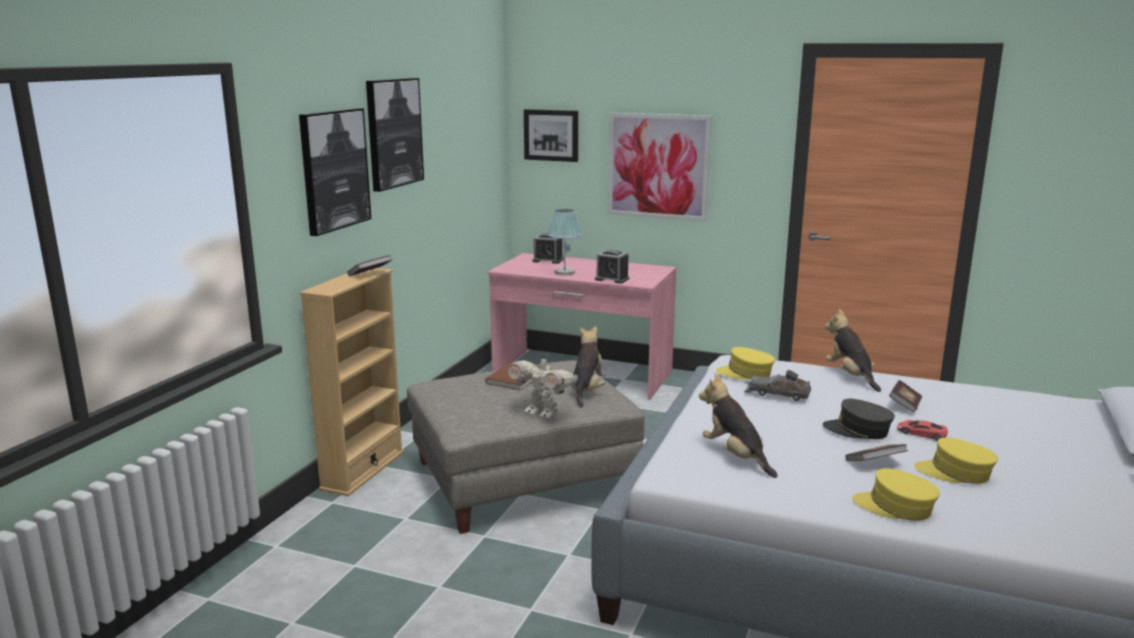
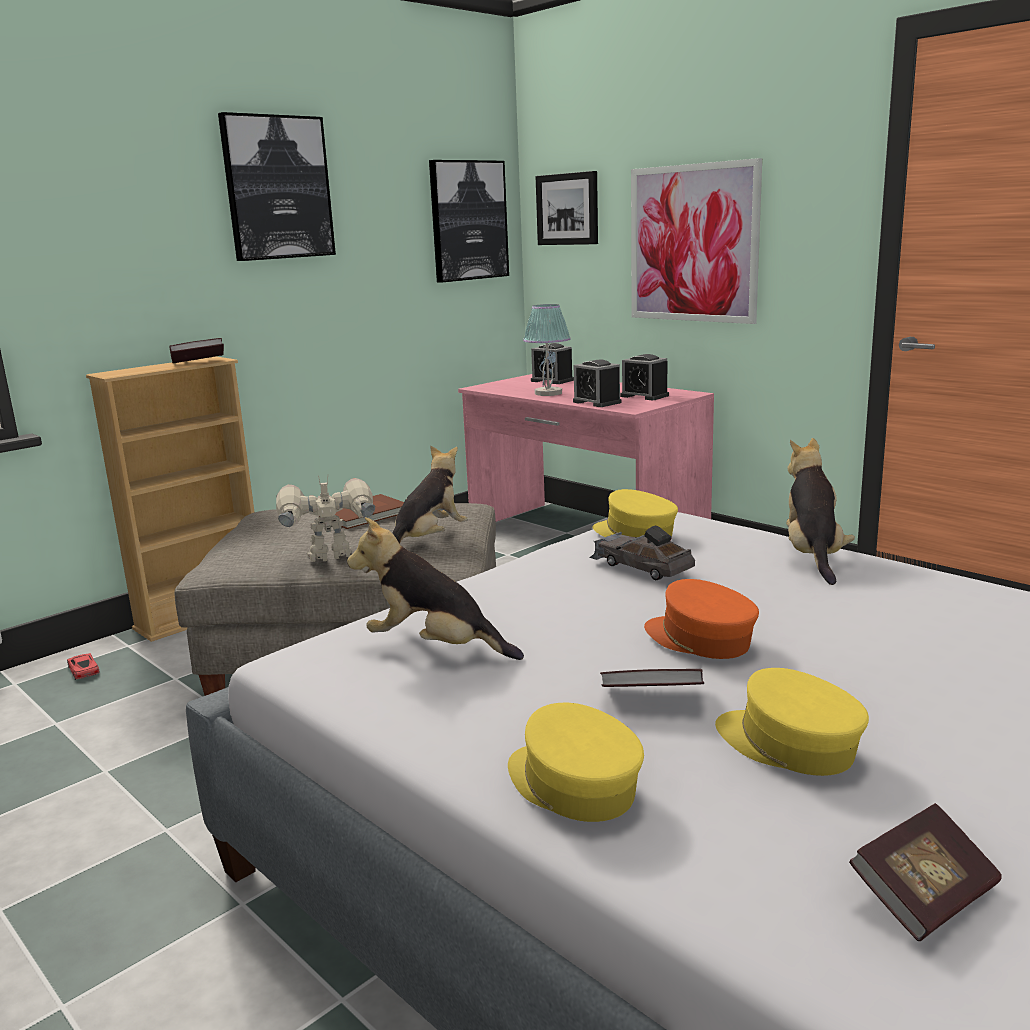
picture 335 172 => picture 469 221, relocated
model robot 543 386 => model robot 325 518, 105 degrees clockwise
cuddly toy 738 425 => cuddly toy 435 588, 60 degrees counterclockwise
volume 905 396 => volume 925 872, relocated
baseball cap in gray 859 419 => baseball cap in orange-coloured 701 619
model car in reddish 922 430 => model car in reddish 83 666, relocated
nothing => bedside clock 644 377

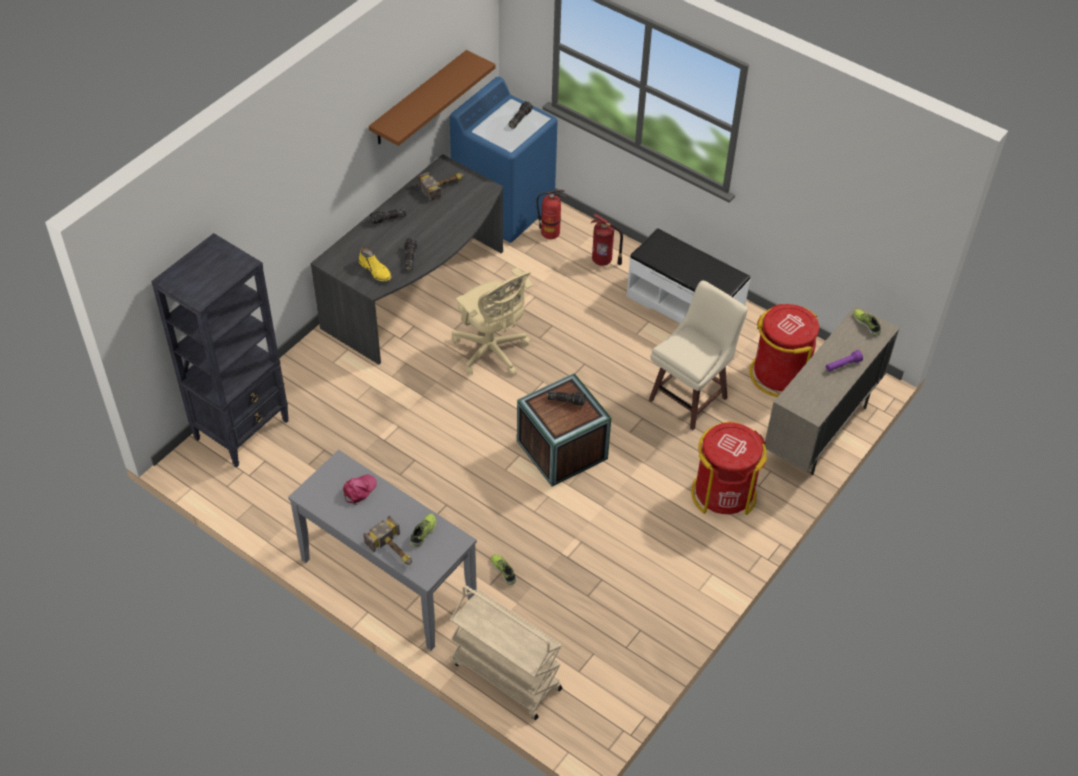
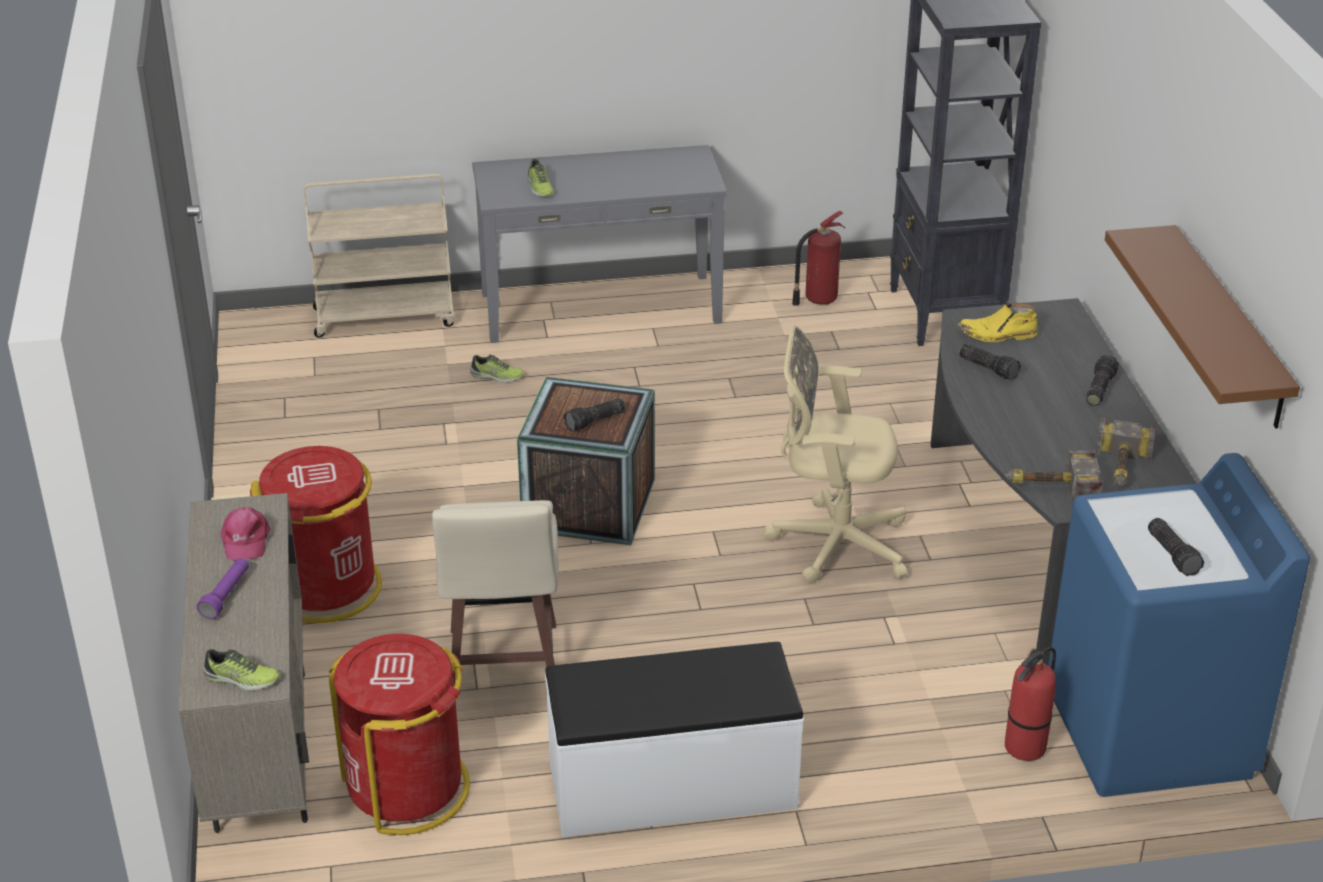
fire extinguisher 607 240 => fire extinguisher 818 258, relocated
baseball cap in pinkish 360 489 => baseball cap in pinkish 246 534, relocated
tool hammer 387 540 => tool hammer 1054 476, relocated

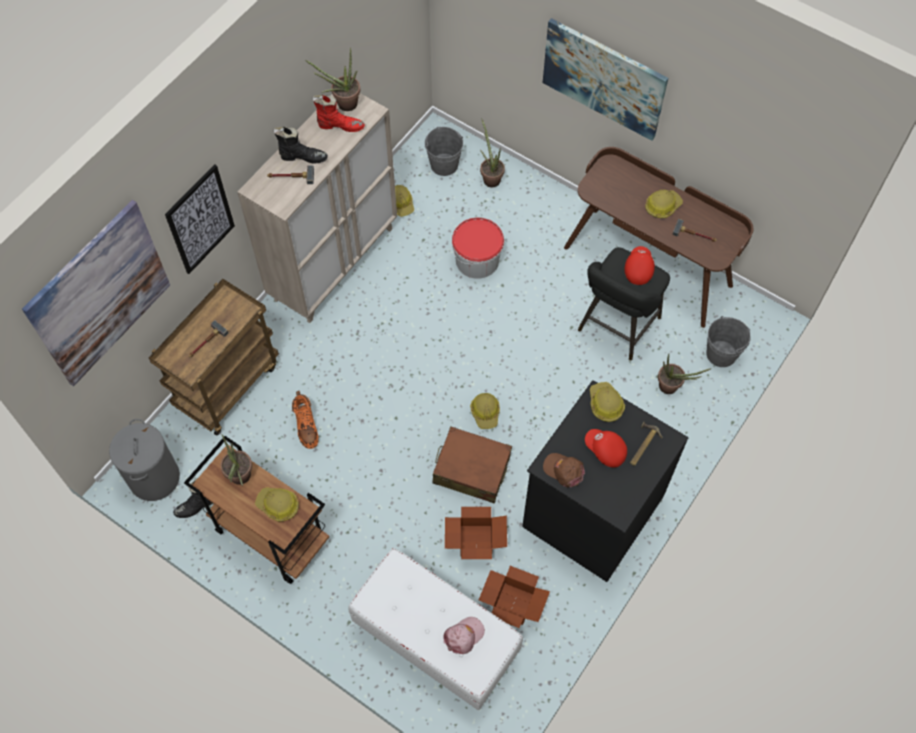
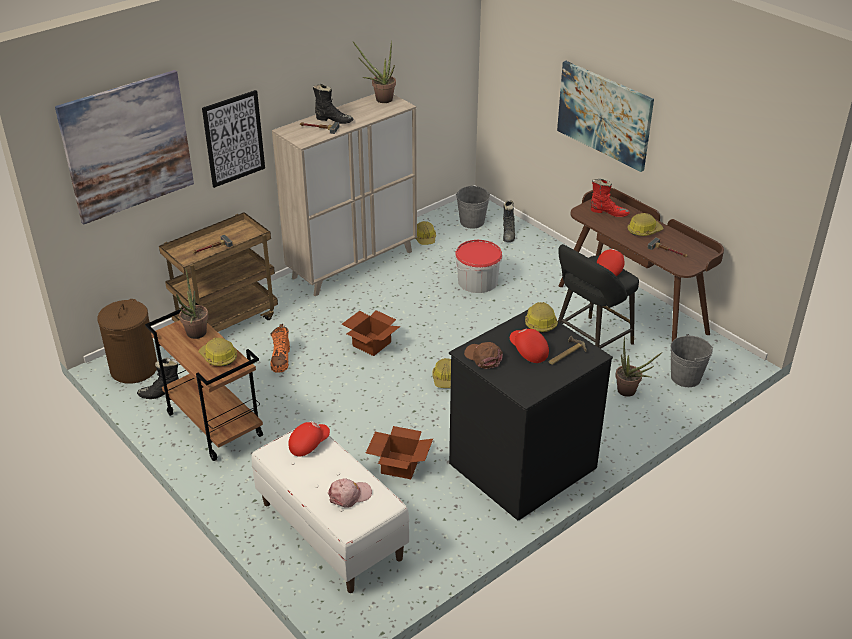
high-top boot in reddish 338 113 => high-top boot in reddish 610 197, relocated
potted plant 492 153 => high-top boot in black 509 221
hamper in gray 144 460 => hamper in brown-coloured 127 341
piece of luggage in brown-coloured 472 465 => nothing
cardboard box 514 597 => cardboard box 371 333, relocated
nothing => baseball cap in reddish 309 439

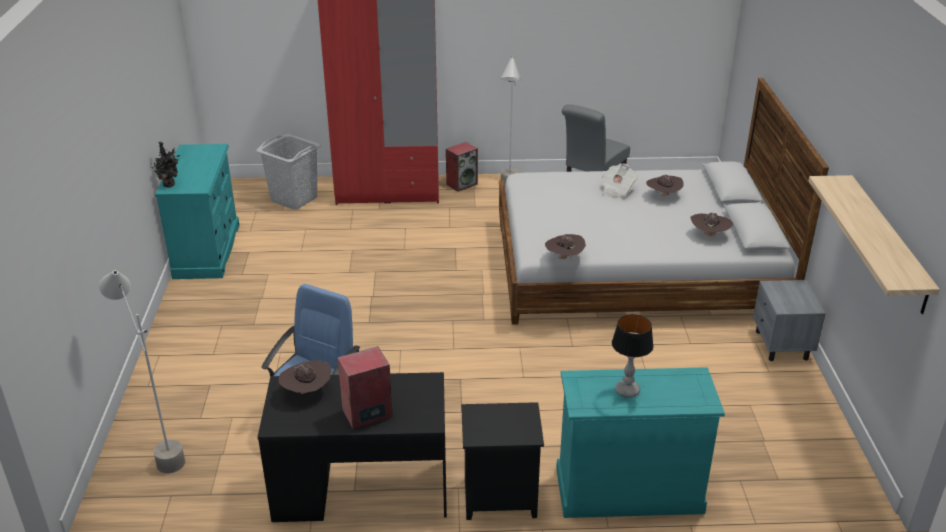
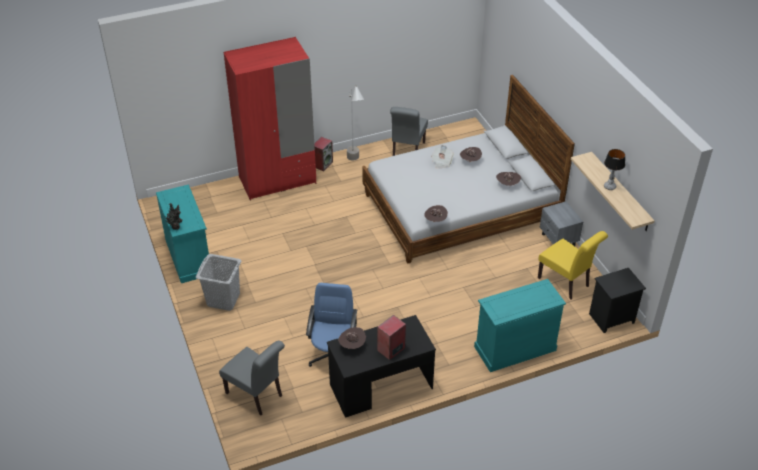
hamper in gray 288 172 => hamper in gray 218 282, relocated
standard lamp in gray 142 371 => chair in gray 252 377
lamp for a table 633 356 => lamp for a table 614 169, relocated
night table in black 502 461 => night table in black 617 300, relocated
nothing => chair in yellow 573 265

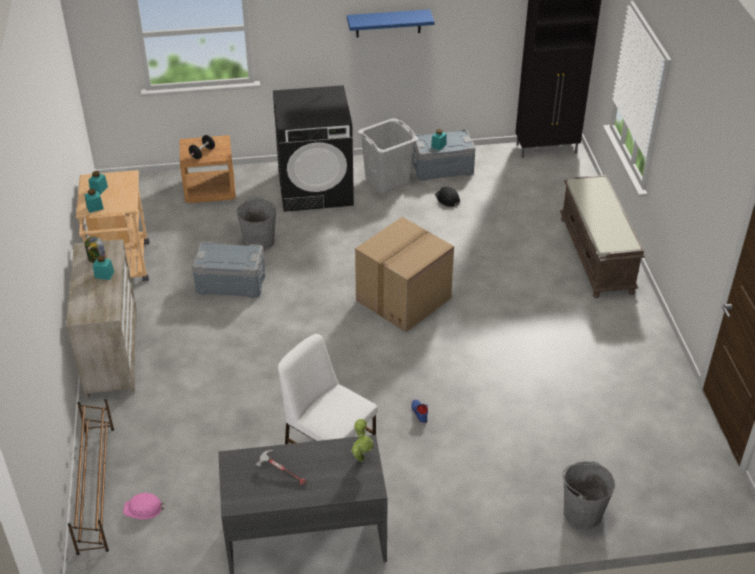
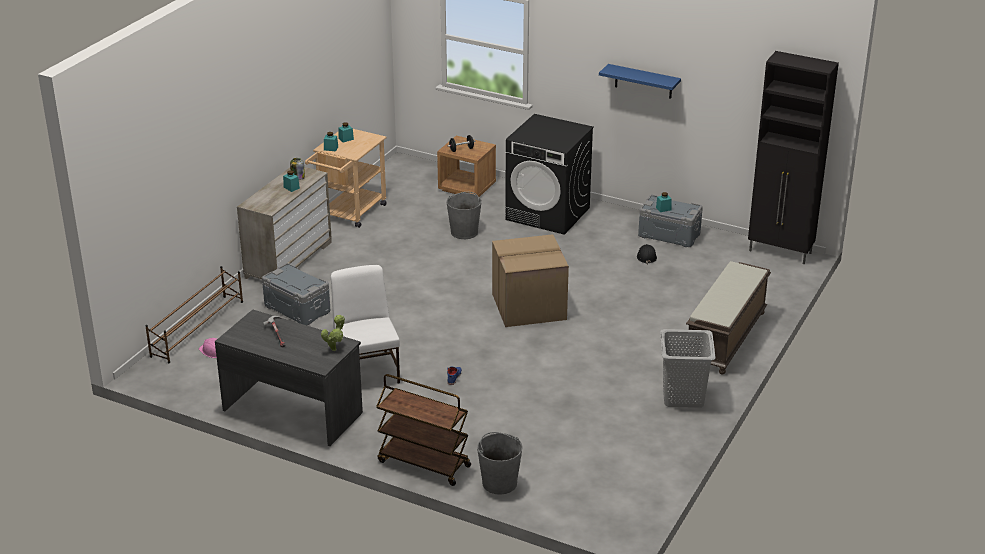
hamper in gray 387 156 => hamper in gray 688 368, relocated
storage container in gray 228 270 => storage container in gray 296 294, relocated
nothing => trolley in brown-coloured 423 430

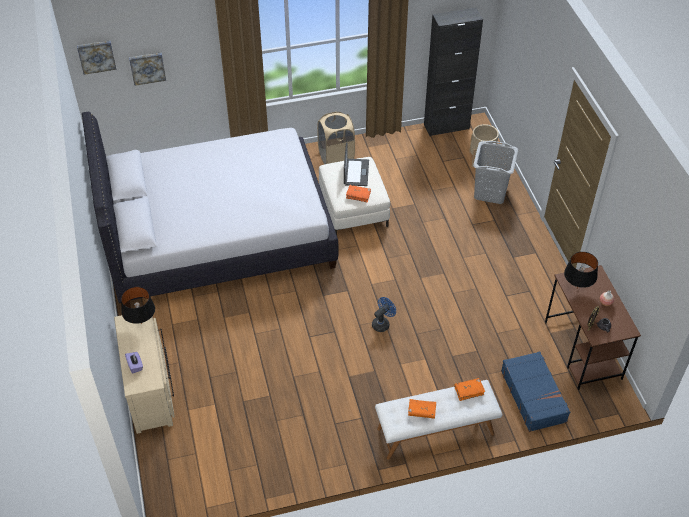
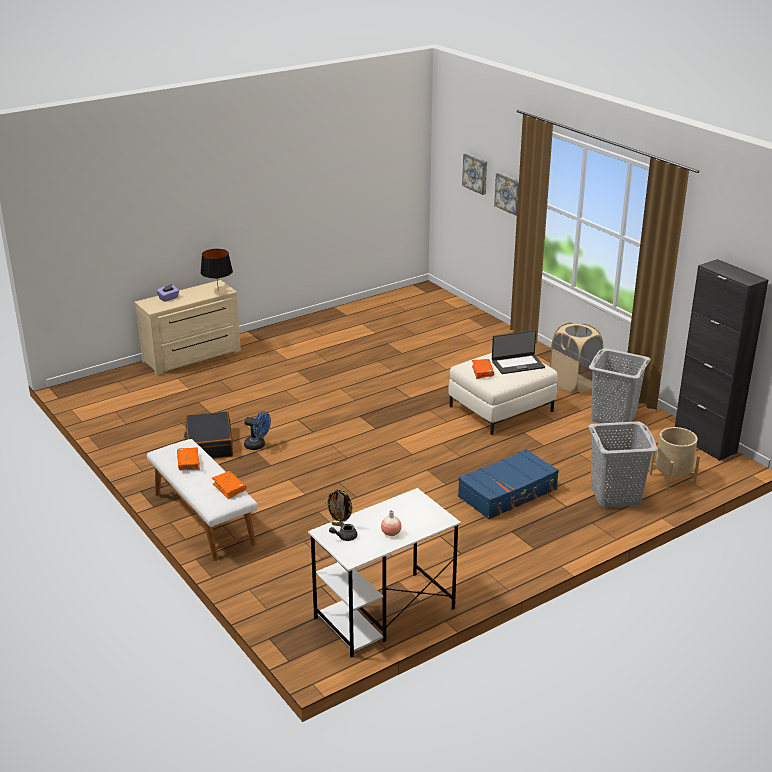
picture 97 58 => picture 506 194, relocated
bed in white 210 210 => nothing
lamp for a table in black 581 270 => nothing
desk unit in brown-coloured 593 327 => desk unit in white 384 572
cooling fan in bluish 384 314 => cooling fan in bluish 257 430, relocated
piece of luggage in bluish 535 391 => piece of luggage in bluish 508 484, relocated
nothing => hamper in gray 620 385
nothing => piece of luggage in black 208 435

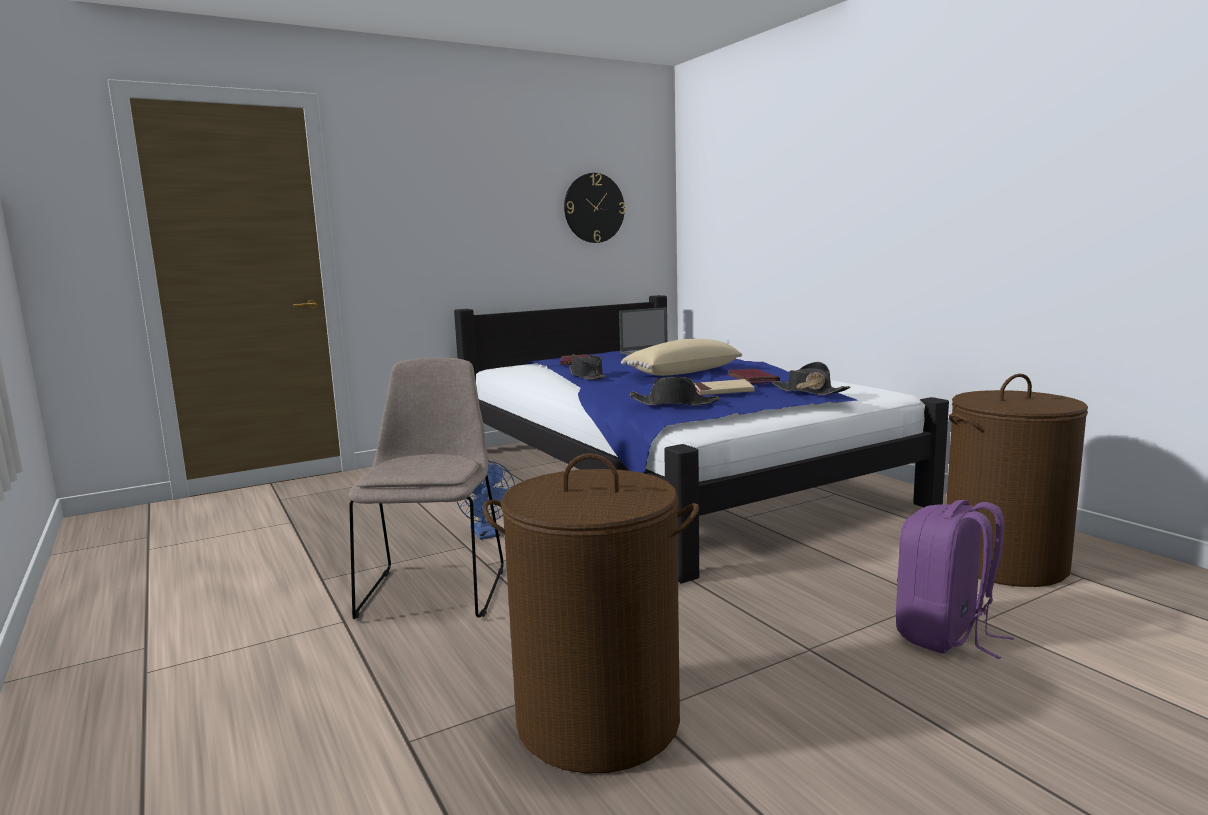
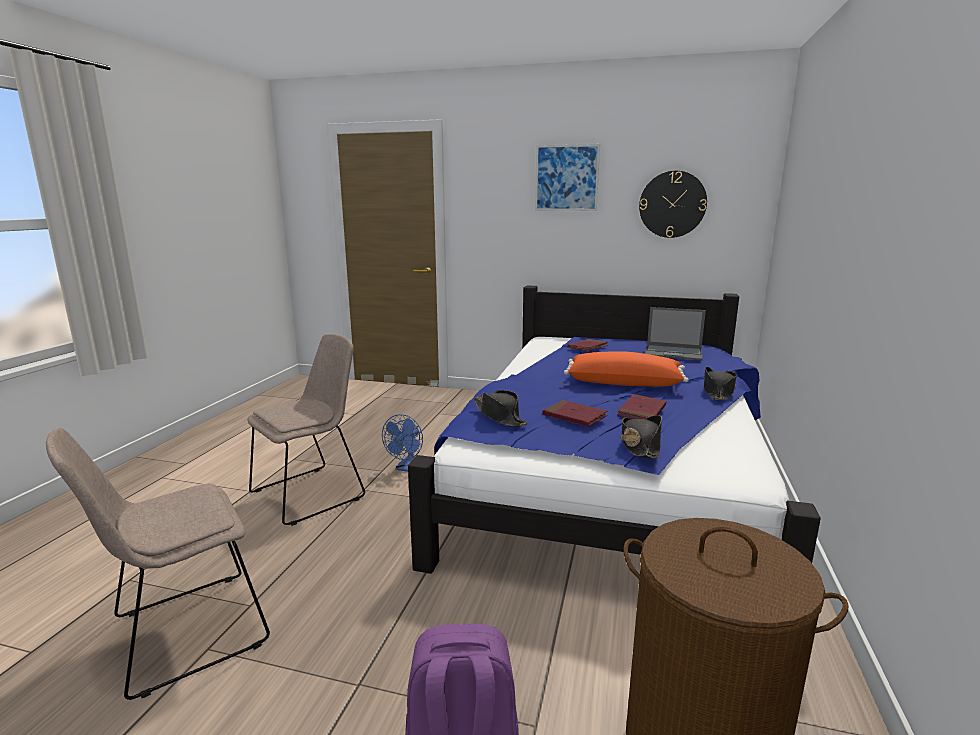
throw pillow in sand-coloured 681 357 => throw pillow in orange-coloured 626 369
wearable hat in black 587 367 => wearable hat in black 720 383, relocated
volume in sand-coloured 724 387 => volume in reddish 575 413
hamper in brown-coloured 591 613 => chair in sand-coloured 158 564
nothing => picture 567 177

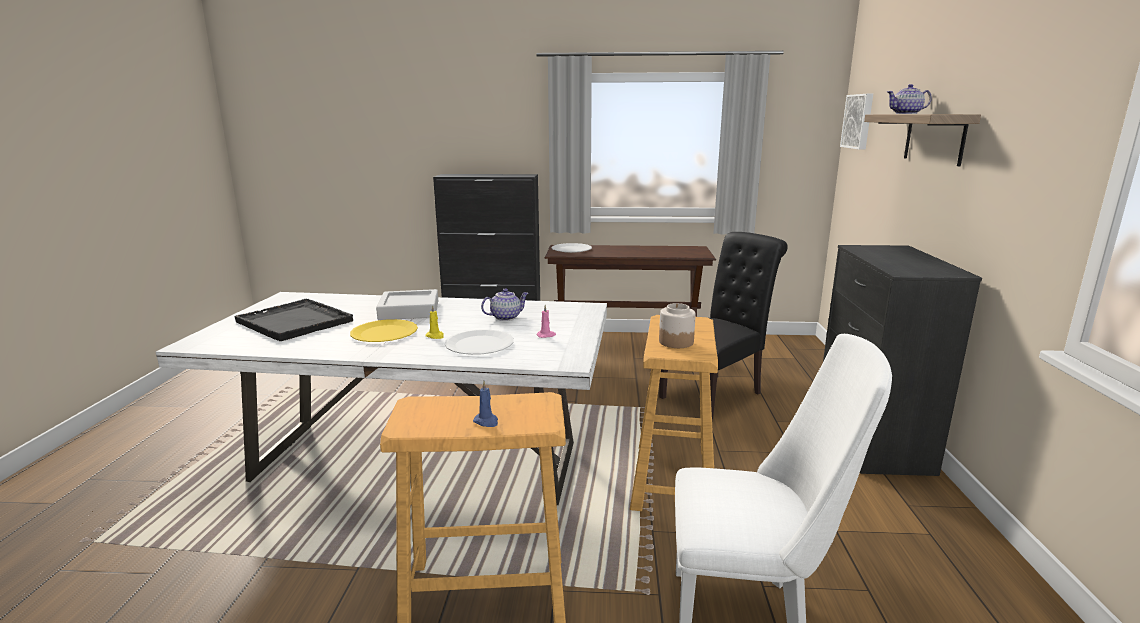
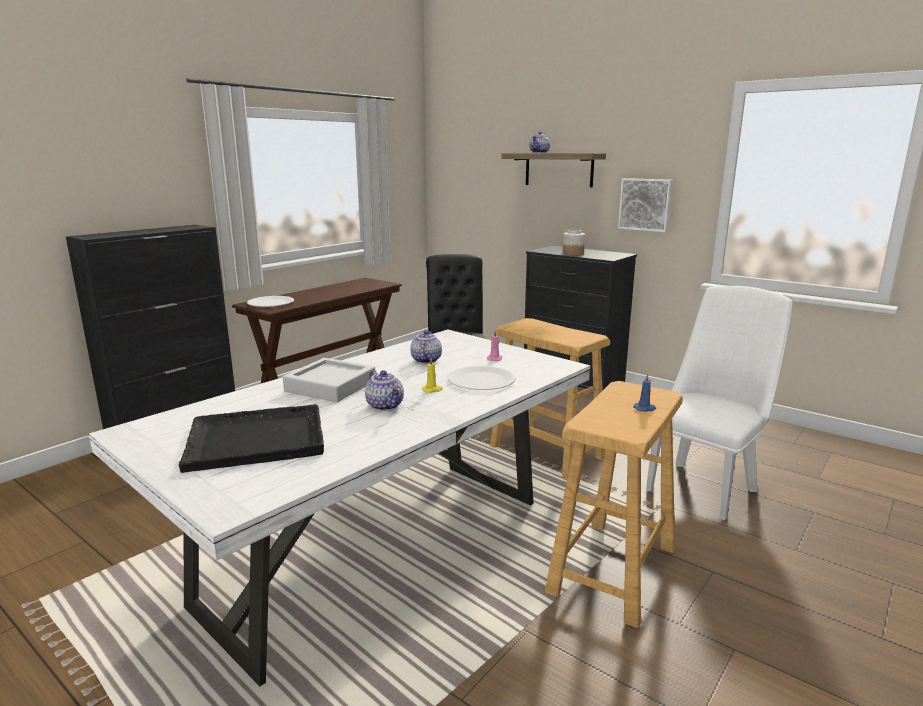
picture 856 122 => picture 645 205, relocated
preserve jar 677 325 => preserve jar 574 242, relocated
dinner plate in yellow 384 330 => teapot 384 390

